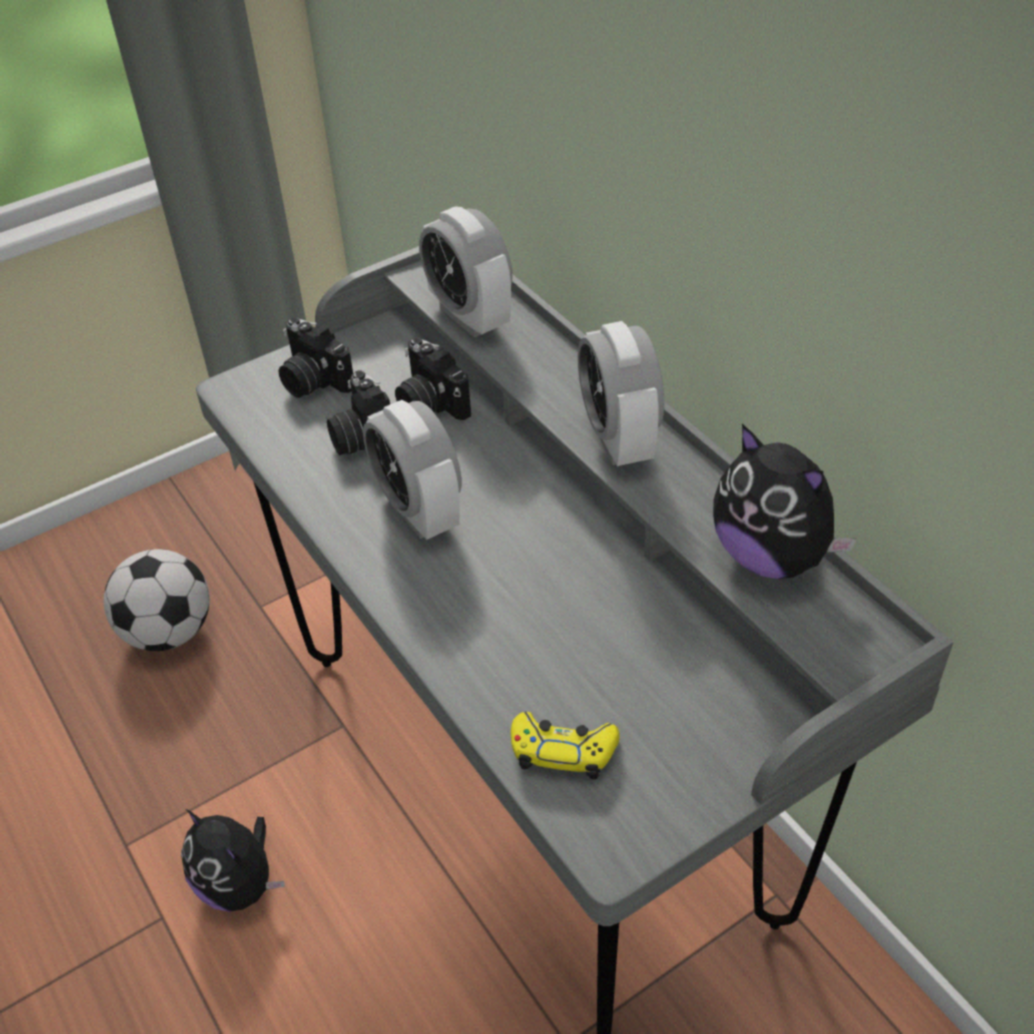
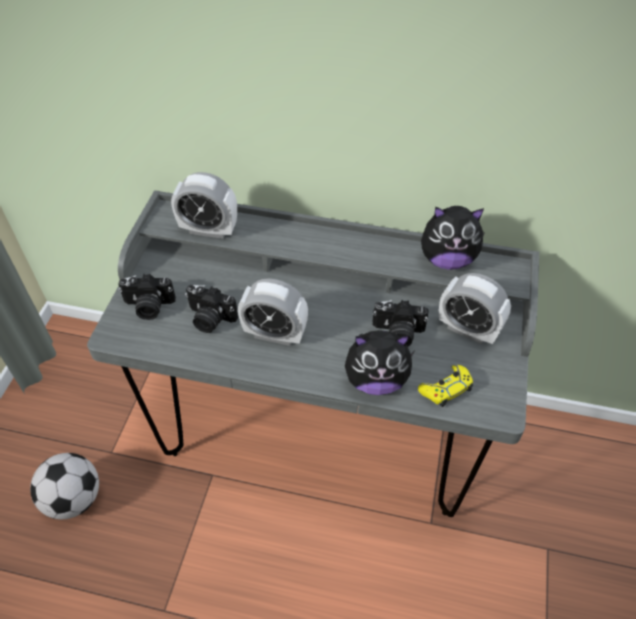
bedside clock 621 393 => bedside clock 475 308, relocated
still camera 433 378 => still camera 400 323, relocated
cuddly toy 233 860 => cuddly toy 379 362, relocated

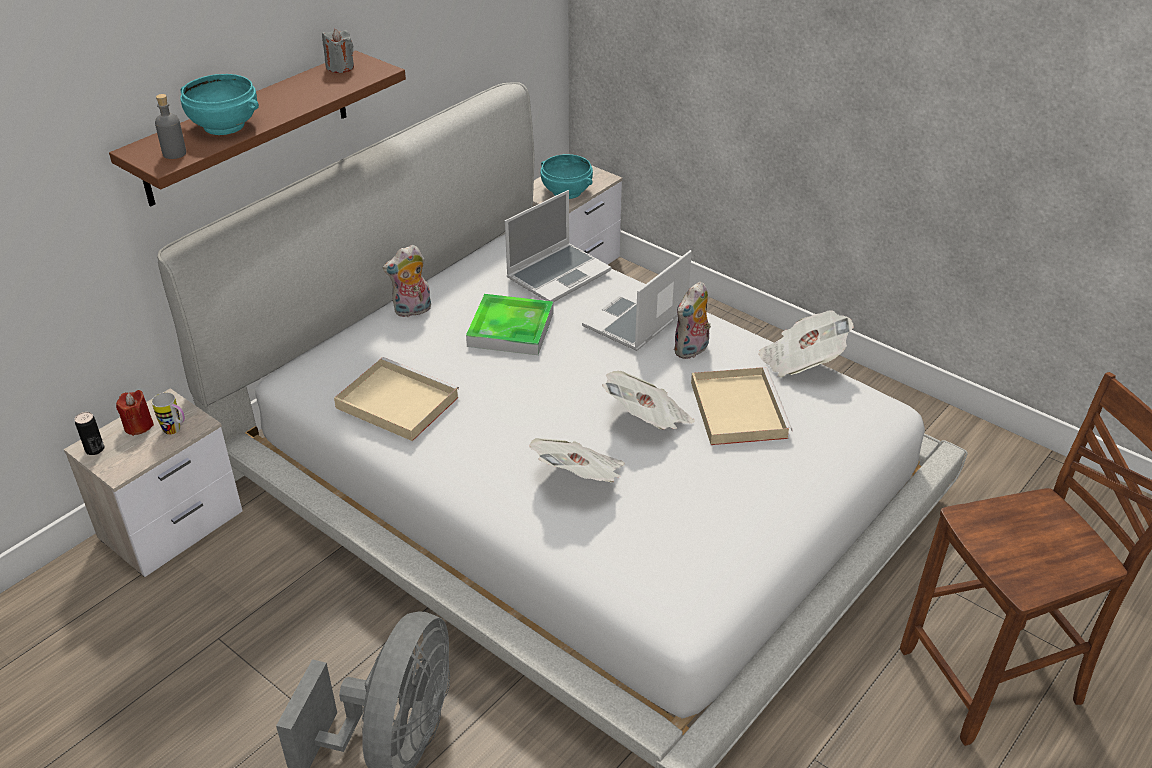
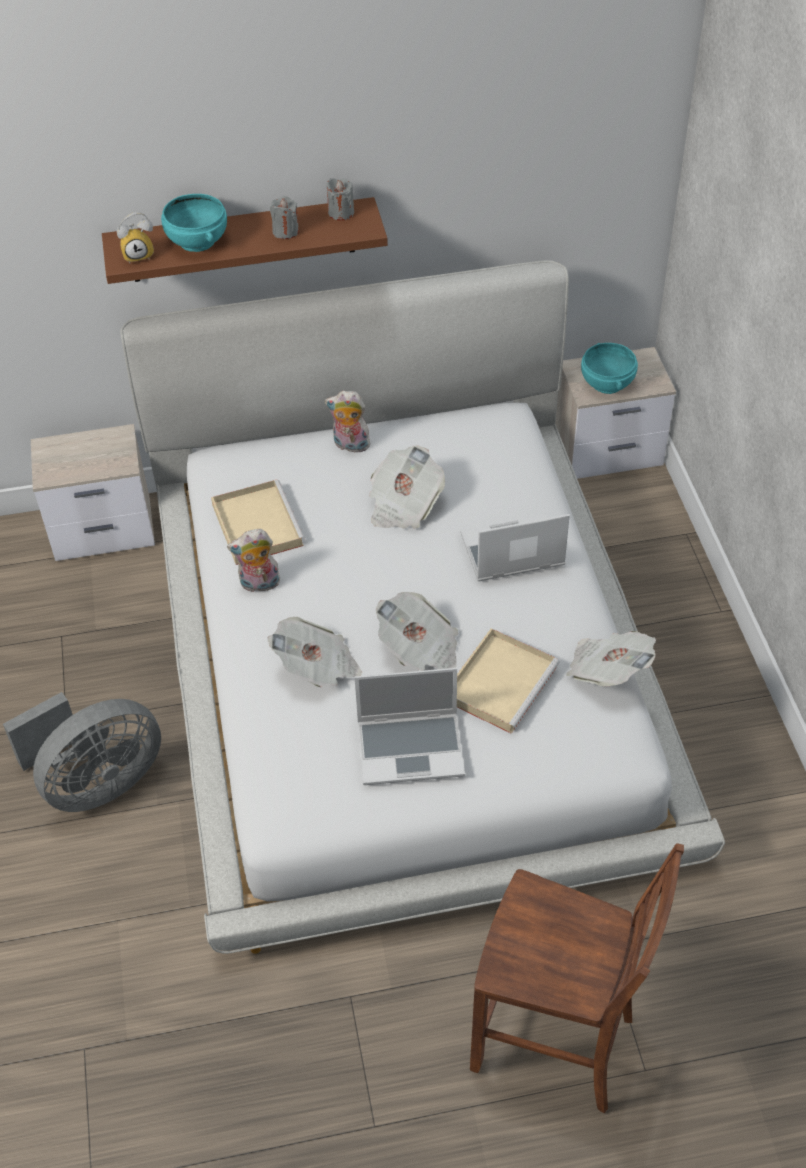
bottle in gray 170 126 => bedside clock 135 237
portable computer 558 246 => portable computer 410 726, relocated
cuddly toy 692 320 => cuddly toy 253 560, relocated
carrying tray 510 324 => daily paper 407 487
candle in reddish 135 413 => nothing
coffee mug 168 413 => nothing
metal can 89 433 => nothing
nothing => candle in gray 284 217

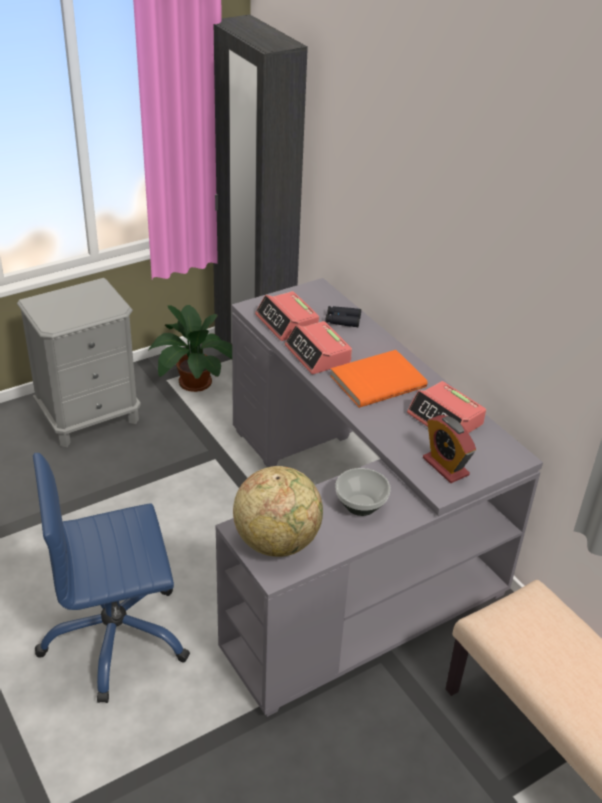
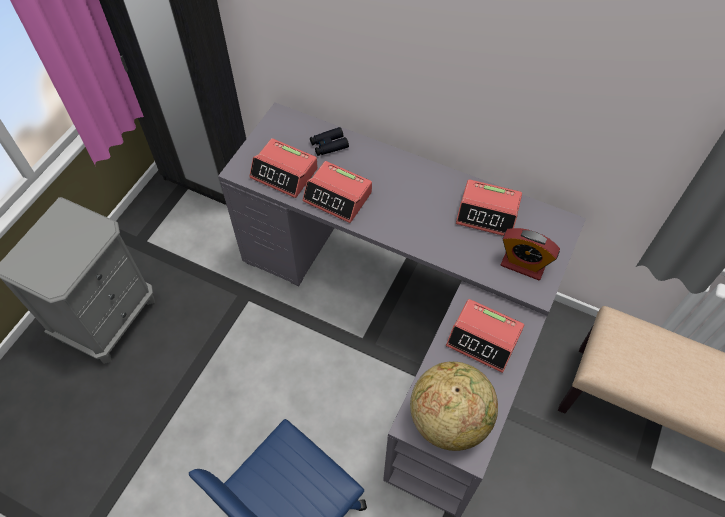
potted plant 190 348 => nothing
volume in orange-coloured 378 379 => nothing
serving bowl 363 492 => bedside clock 485 336

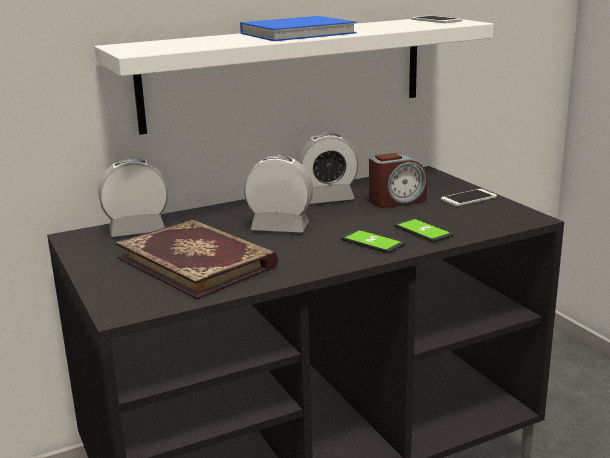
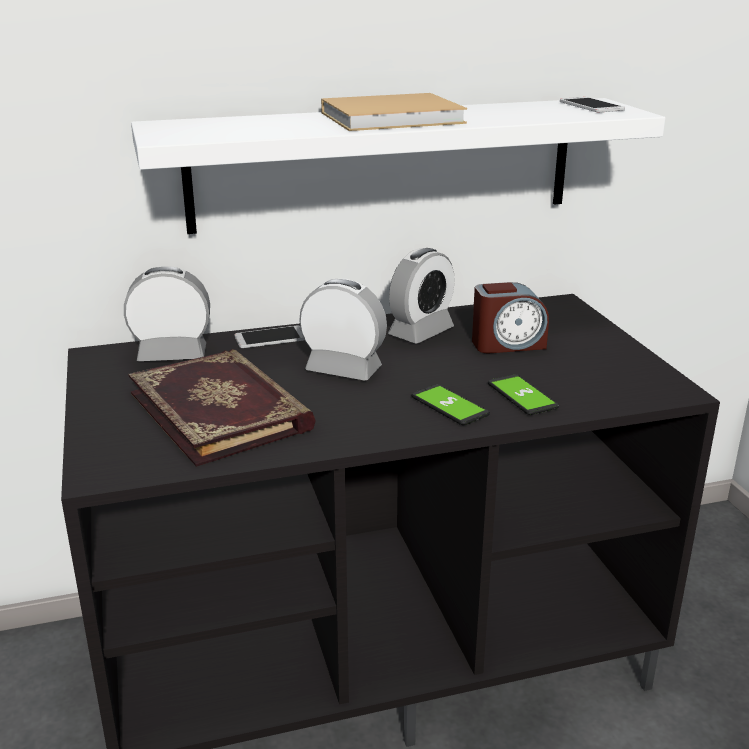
volume in bluish 298 28 => volume in sand-coloured 394 112
bedside clock 327 168 => bedside clock 421 295, 45 degrees counterclockwise
telephone 469 197 => telephone 270 336, relocated

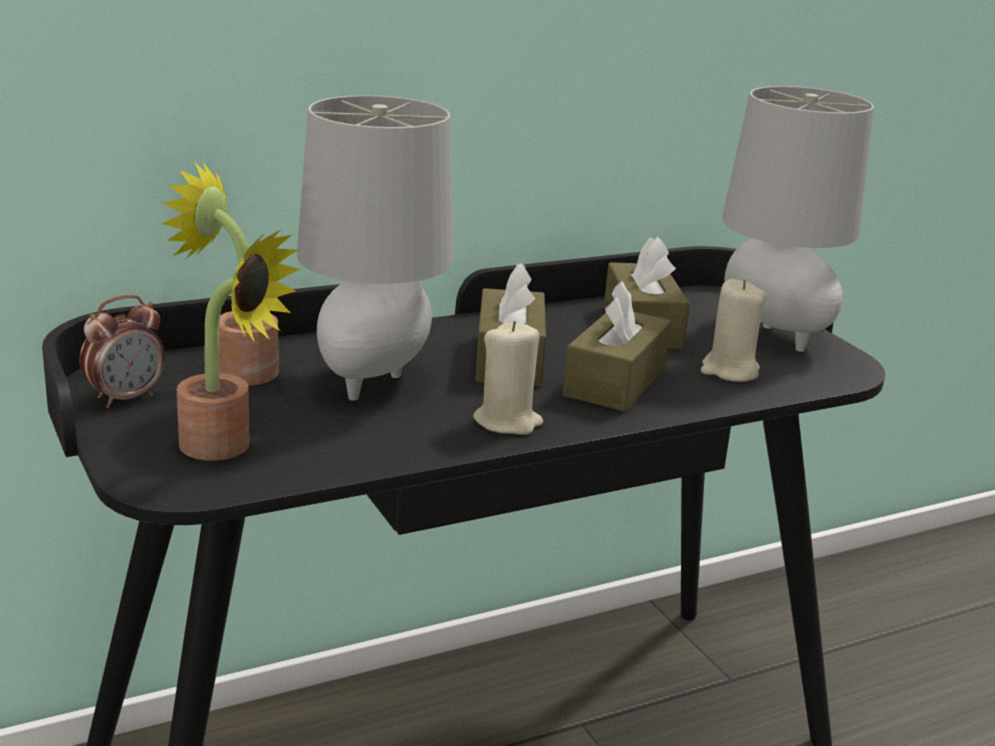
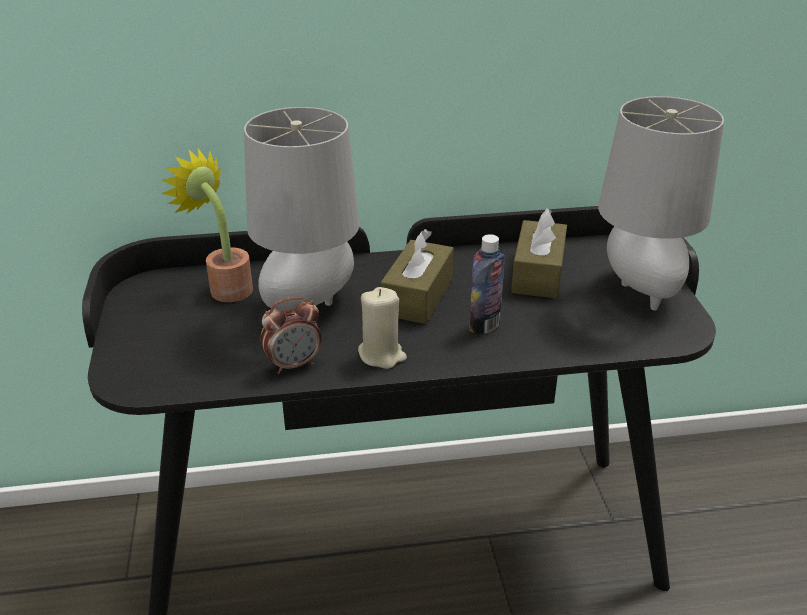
potted plant 238 345 => nothing
candle in sand-coloured 734 330 => nothing
box of tissues in brown-coloured 617 346 => bottle 487 284
bedside clock 122 351 => bedside clock 291 335, relocated

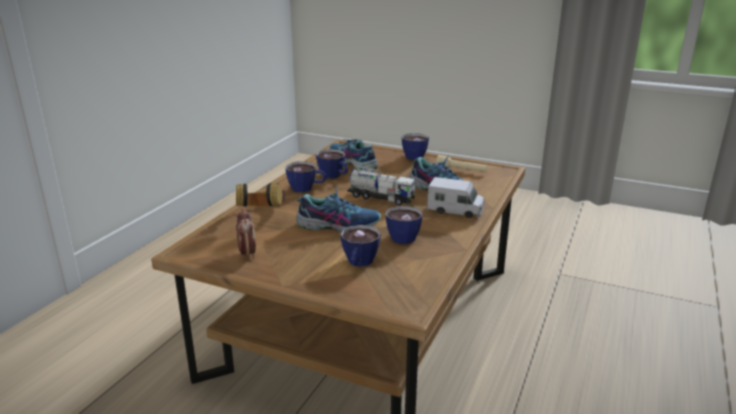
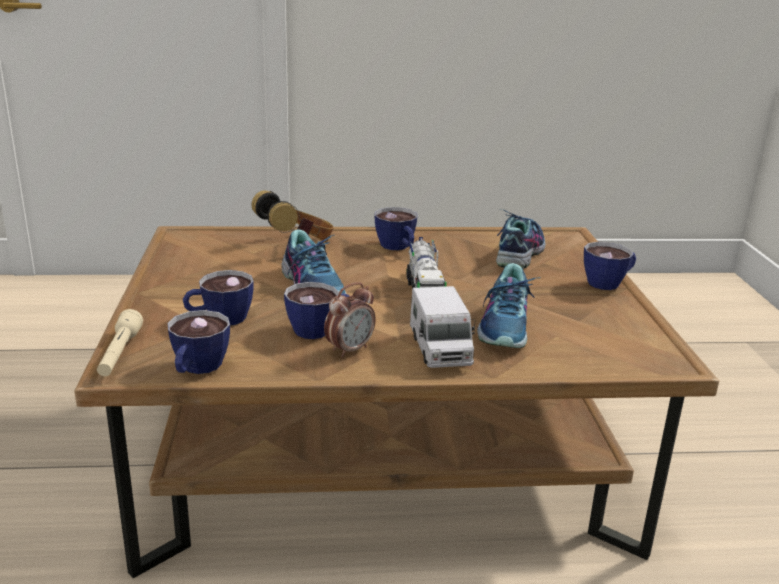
cup 332 164 => cup 199 342, relocated
torch in sand-coloured 462 163 => torch in sand-coloured 120 342, relocated
bedside clock 246 233 => bedside clock 350 320, relocated

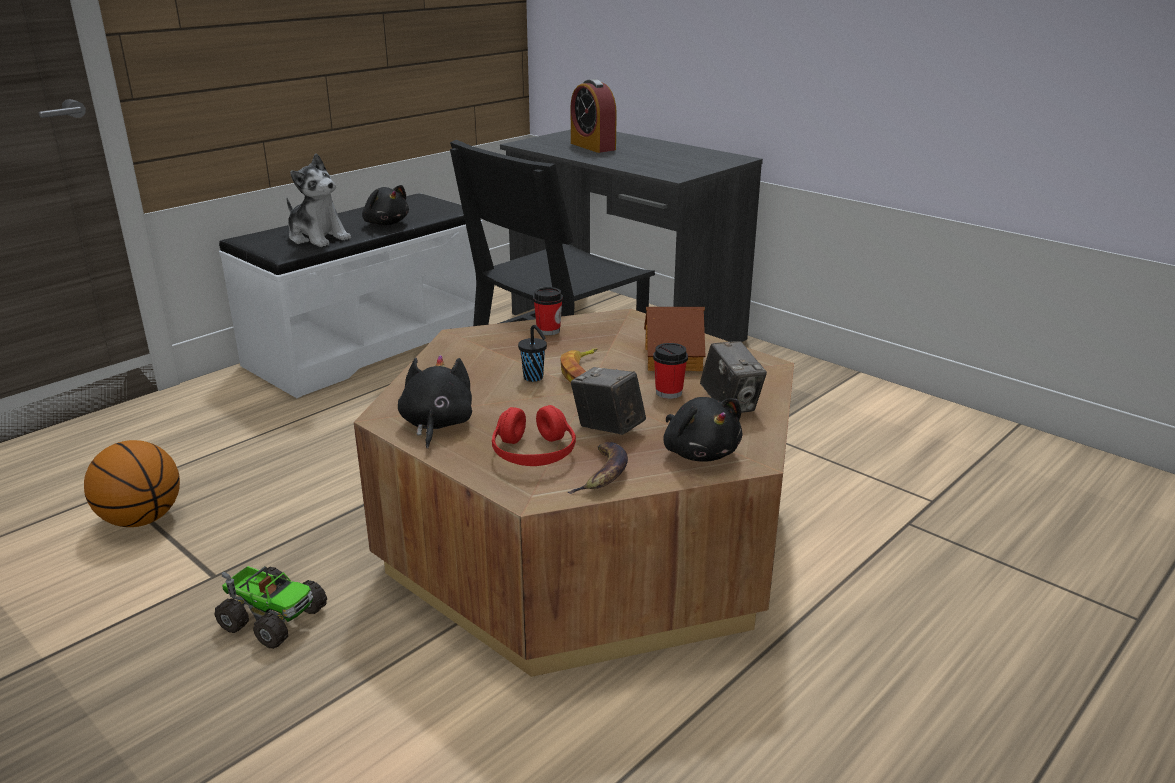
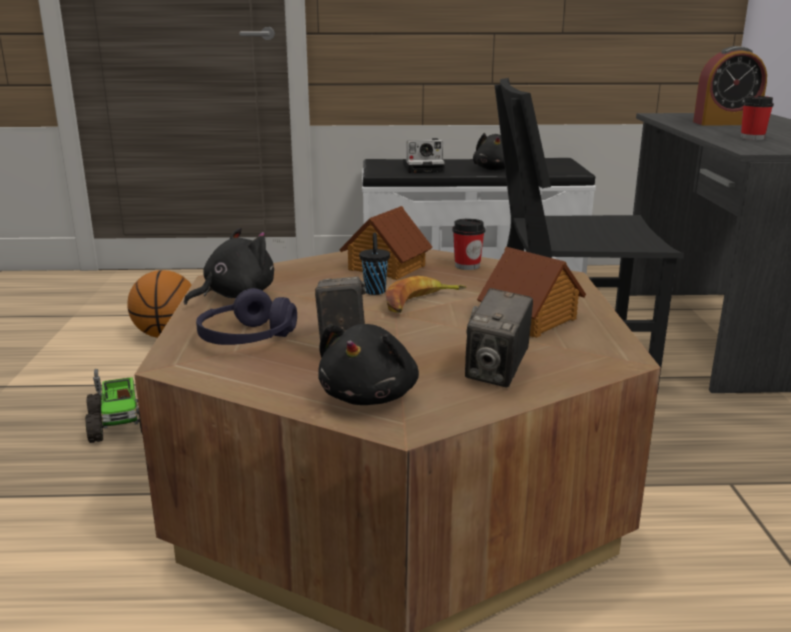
bedside clock 594 116 => bedside clock 730 86, 105 degrees counterclockwise
cuddly toy 318 200 => still camera 424 155
cup 670 371 => cup 757 118, relocated
headphones in reddish 534 435 => headphones in purple-coloured 246 316
whole banana 597 468 => nothing
nothing => miniature house 386 243

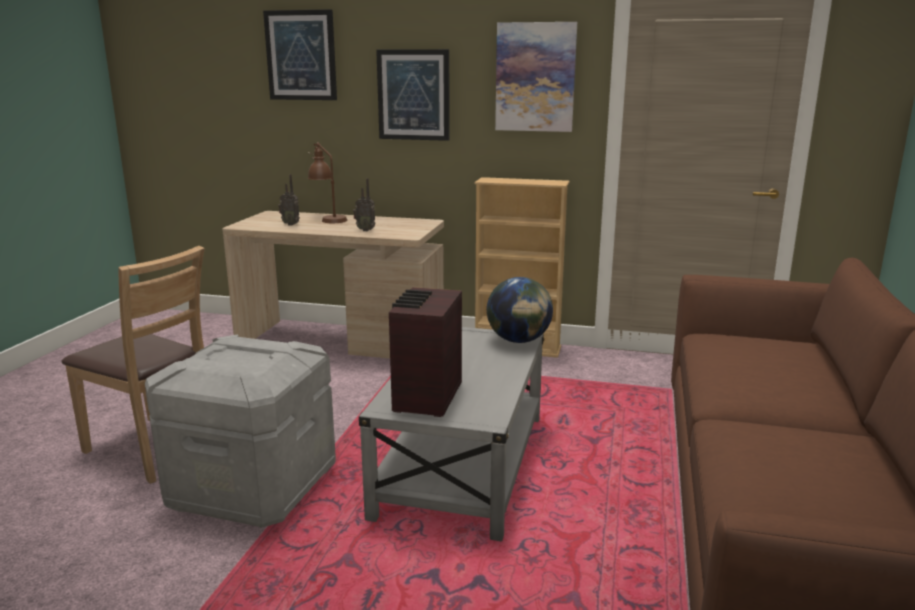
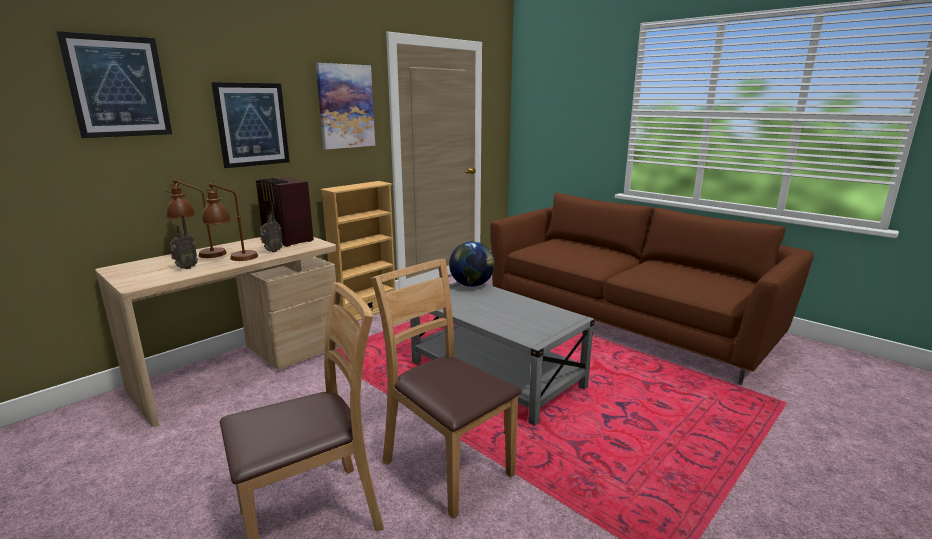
radio receiver 425 352 => radio receiver 285 212, relocated
storage container in gray 240 431 => chair in brown-coloured 446 389
nothing => lamp for a table in brown-coloured 230 222

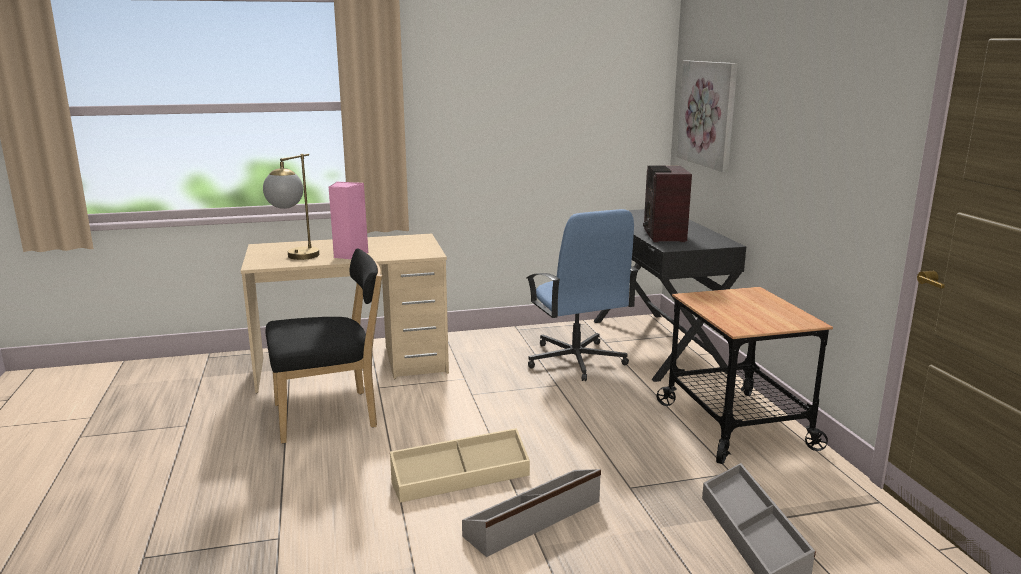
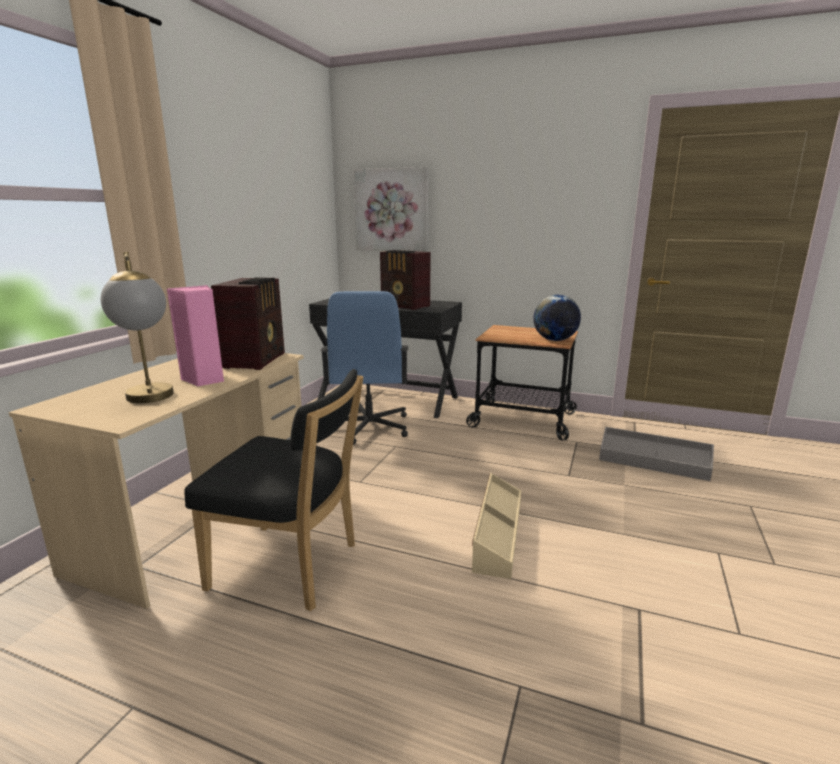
office chair in bluish 582 295 => office chair in bluish 364 368, 75 degrees clockwise
chair in black 323 346 => chair in black 273 490, 90 degrees clockwise
storage container in gray 531 513 => nothing
nothing => radio receiver 248 323
nothing => world globe 557 318

